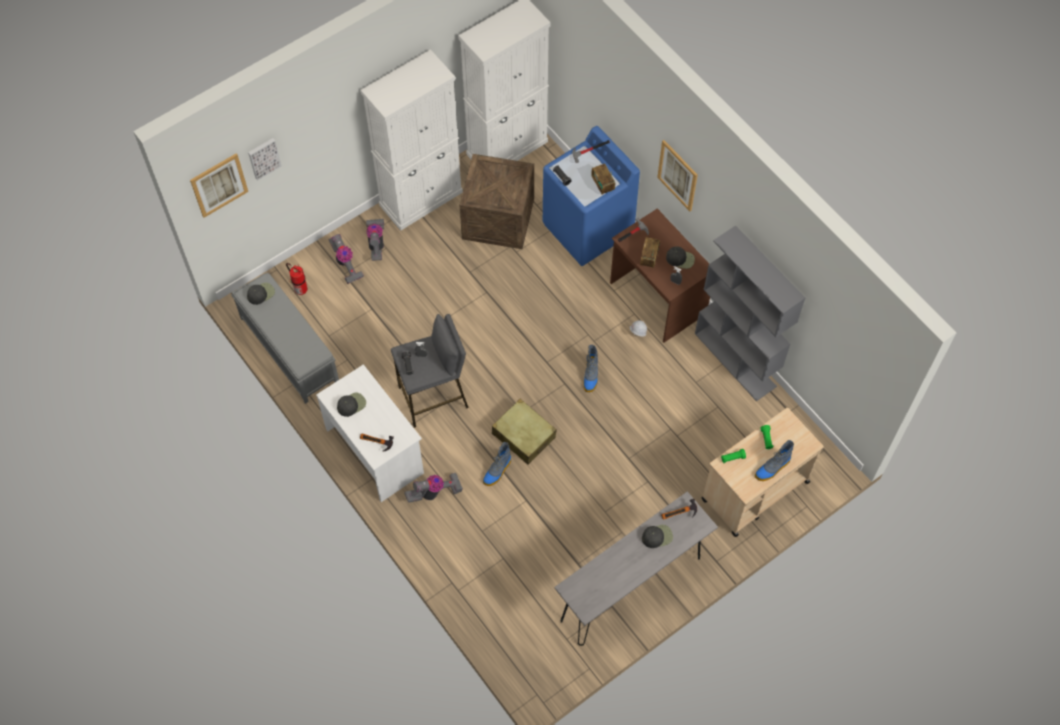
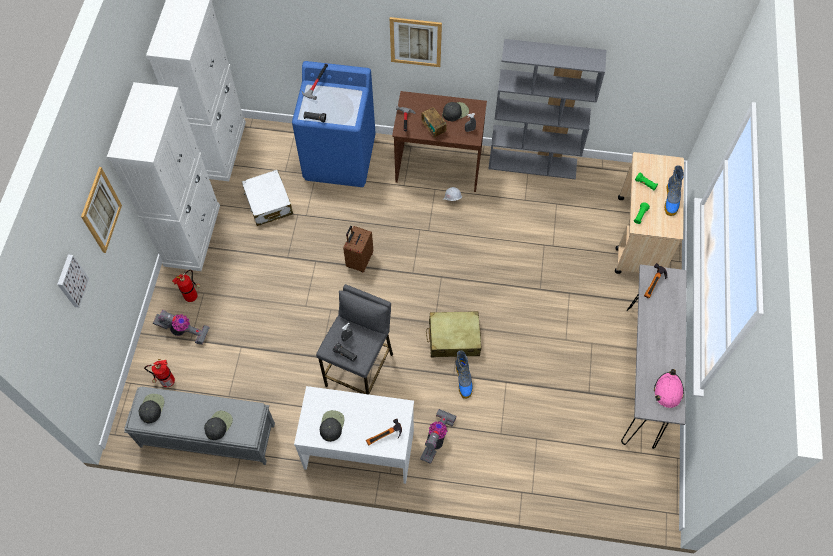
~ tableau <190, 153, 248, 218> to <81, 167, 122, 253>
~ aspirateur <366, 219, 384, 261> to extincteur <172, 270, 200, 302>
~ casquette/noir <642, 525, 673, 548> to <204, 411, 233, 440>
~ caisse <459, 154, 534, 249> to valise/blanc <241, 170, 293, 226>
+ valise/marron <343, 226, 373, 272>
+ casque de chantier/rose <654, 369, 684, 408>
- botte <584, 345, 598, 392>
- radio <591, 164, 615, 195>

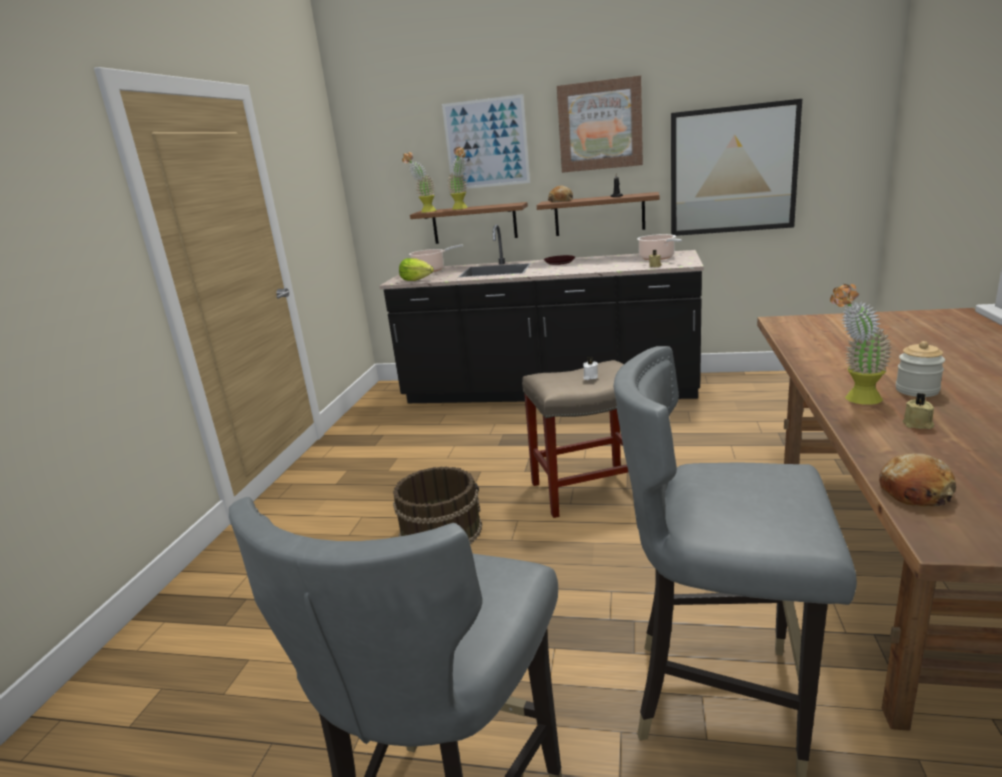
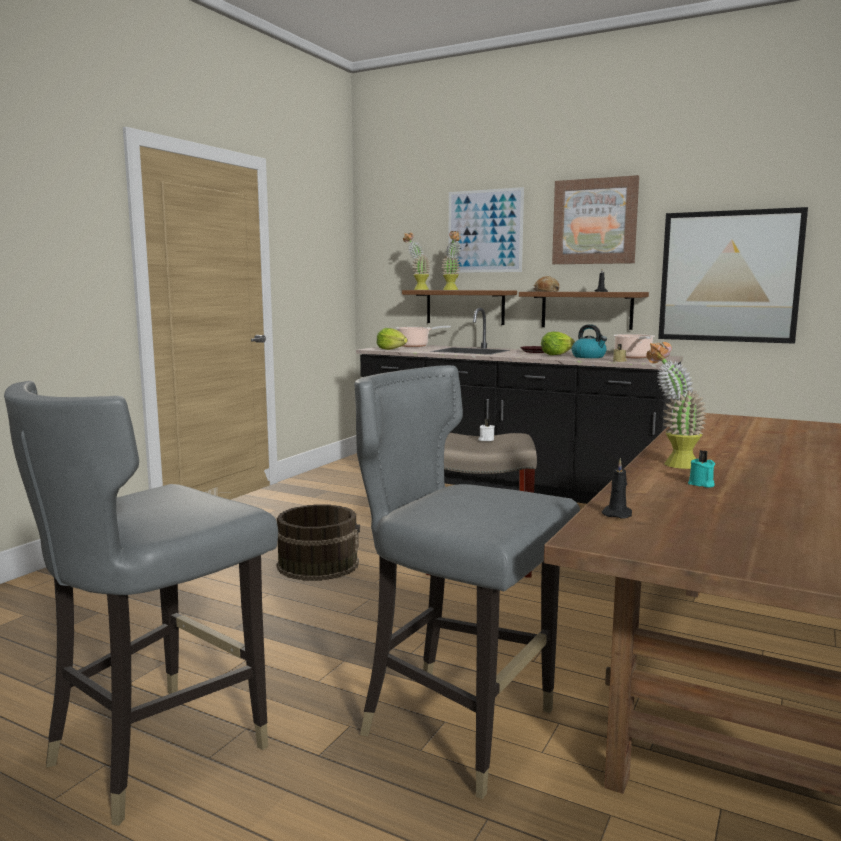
+ laitue <541, 332, 575, 355>
+ bouilloire <572, 324, 607, 358>
~ pain <879, 454, 956, 507> to bougie/noir <602, 458, 632, 519>
~ bougie/beige <903, 393, 935, 429> to bougie/turquoise <688, 450, 715, 488>
- bocal <896, 341, 945, 397>

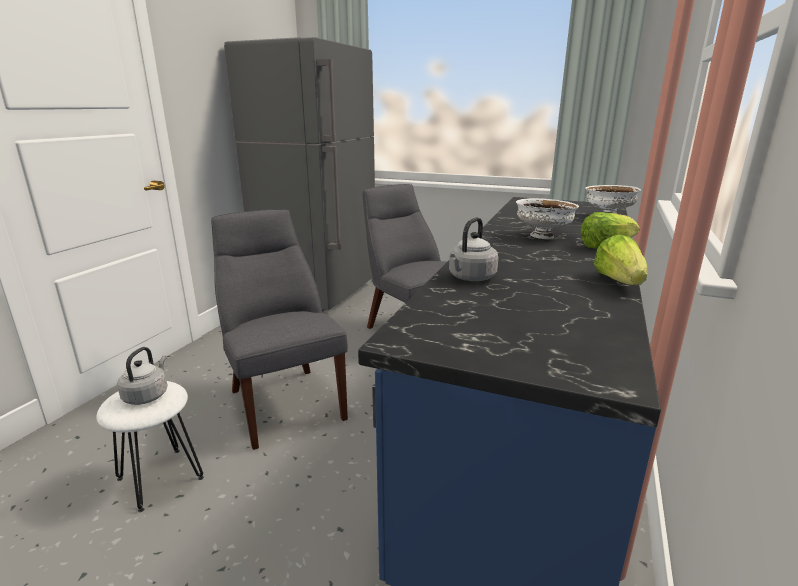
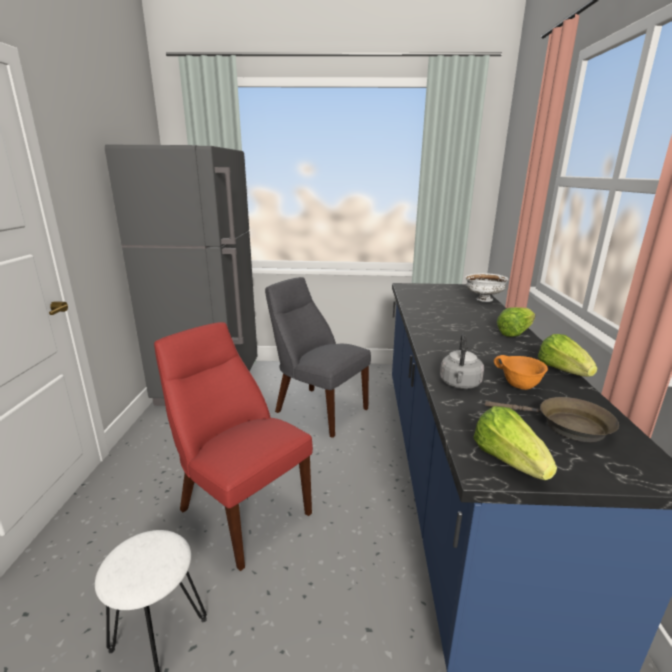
~ chaise/gris <211, 209, 348, 450> to chaise/rouge <154, 322, 313, 571>
+ laitue <473, 406, 557, 480>
+ poêle/marron <485, 397, 619, 442>
+ bol/orange <494, 355, 548, 390>
- bouilloire/gris <117, 347, 168, 405>
- bol/blanc <516, 198, 579, 239>

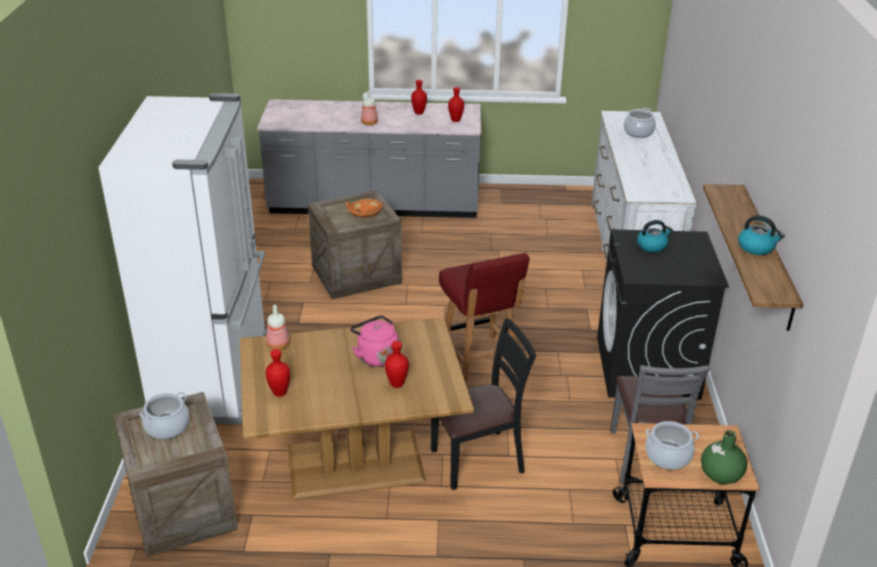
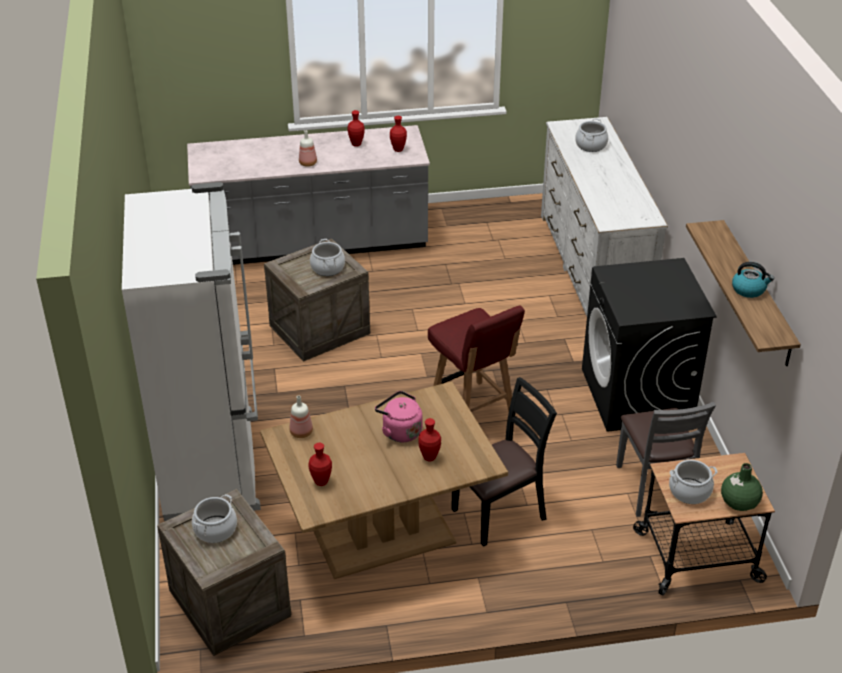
~ bol/orange <346, 199, 383, 217> to marmite <310, 239, 345, 276>
- bouilloire <637, 220, 673, 252>

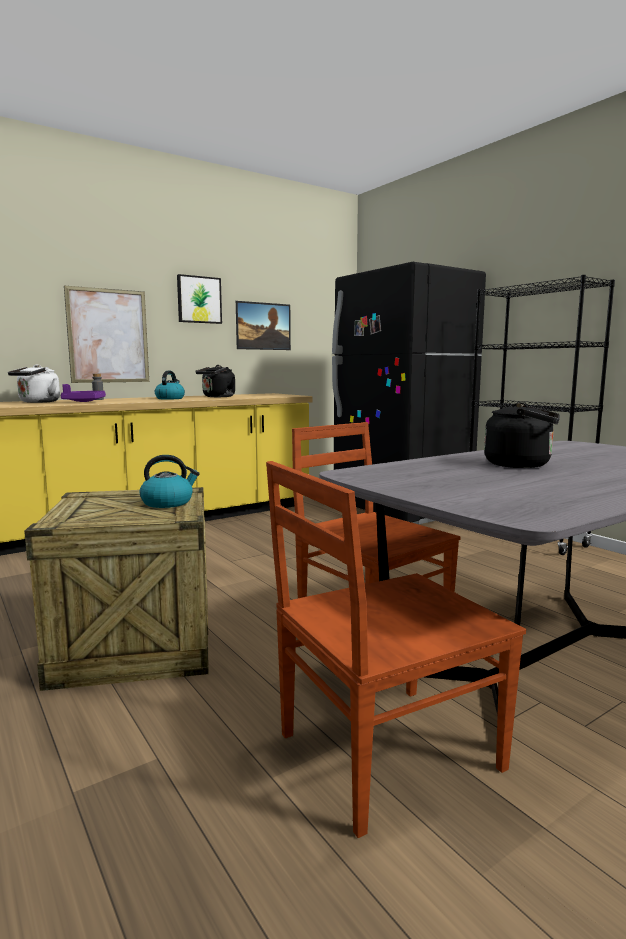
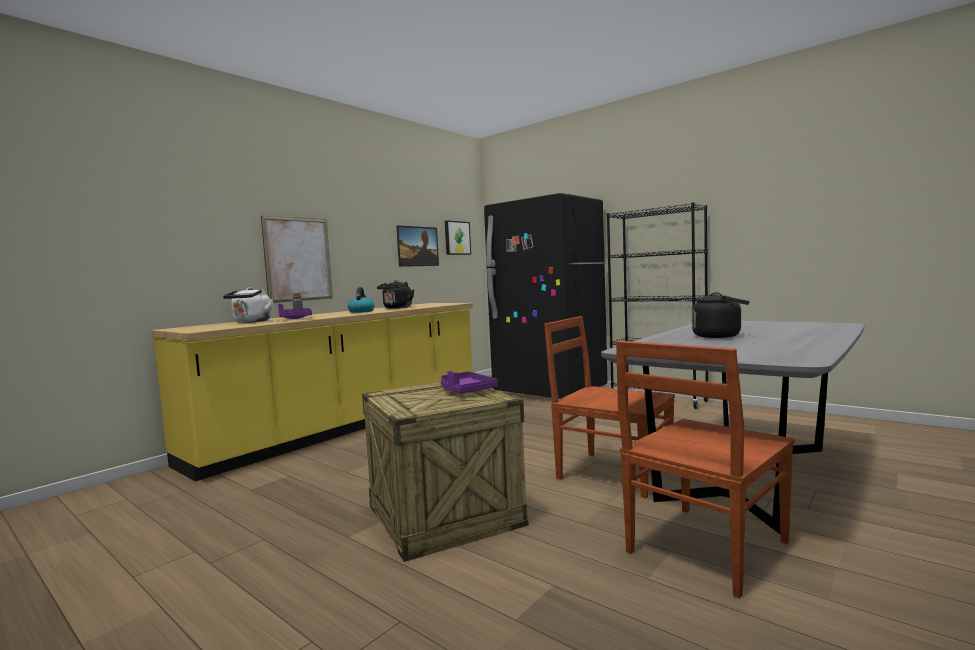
~ bouilloire <139, 455, 200, 508> to plateau/violet <440, 371, 498, 393>
~ tableau <177, 274, 222, 324> to <445, 221, 471, 255>

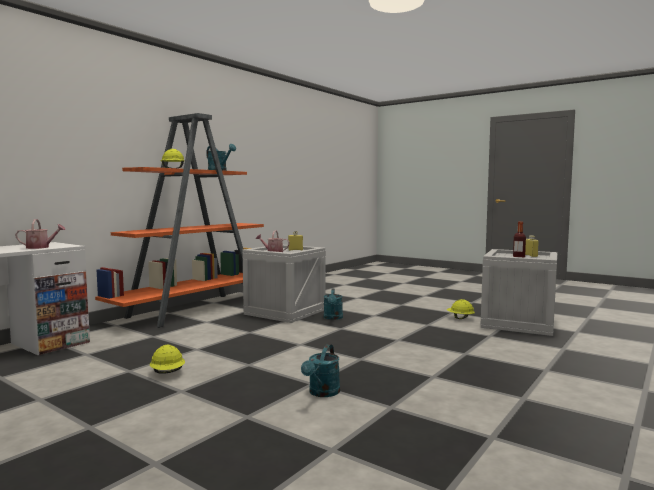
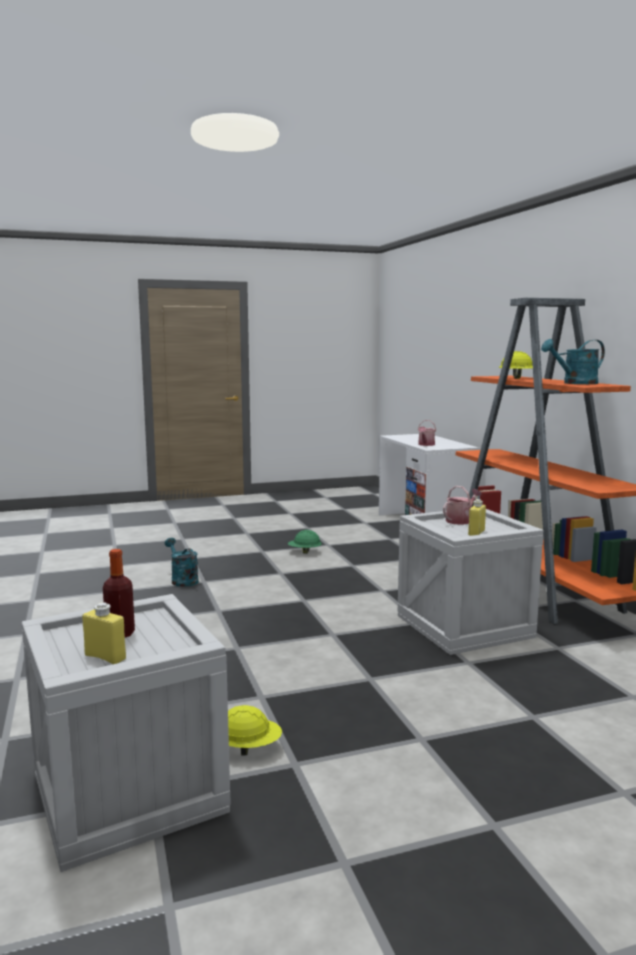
~ casque de chantier/jaune <150, 345, 185, 374> to casque de chantier/vert <288, 530, 322, 554>
- arrosoir/turquoise <324, 289, 343, 320>

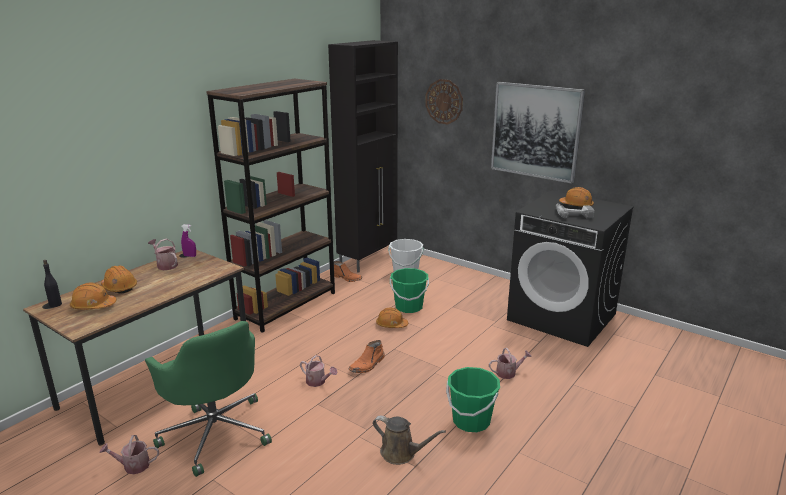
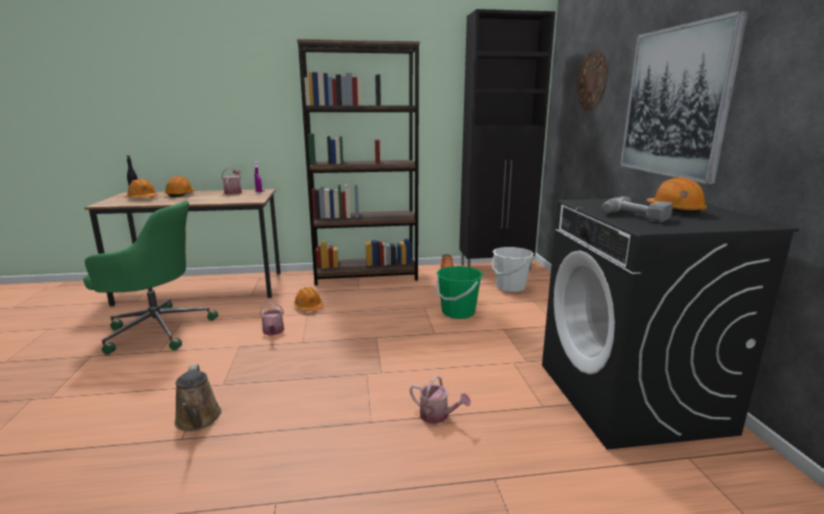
~ chaise de bureau/vert <145, 321, 272, 477> = <83, 201, 218, 355> 90 degrees counterclockwise
~ casque de chantier/orange <376, 308, 408, 328> to <294, 287, 323, 311>
- arrosoir <99, 435, 159, 474>
- botte/orange <349, 340, 385, 373>
- seau/vert <446, 367, 500, 432>

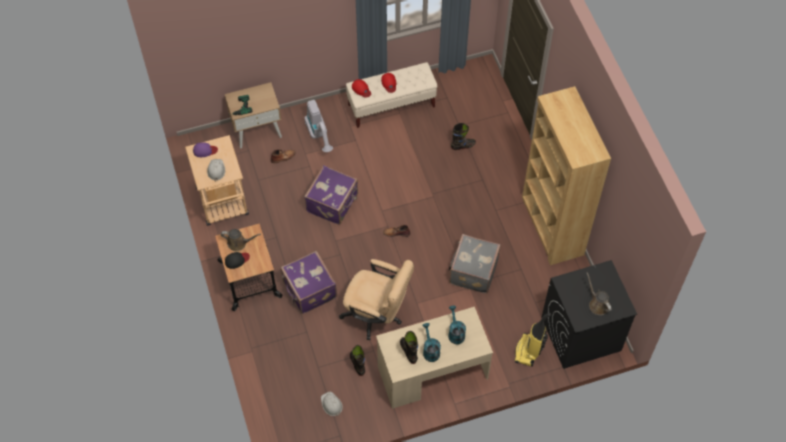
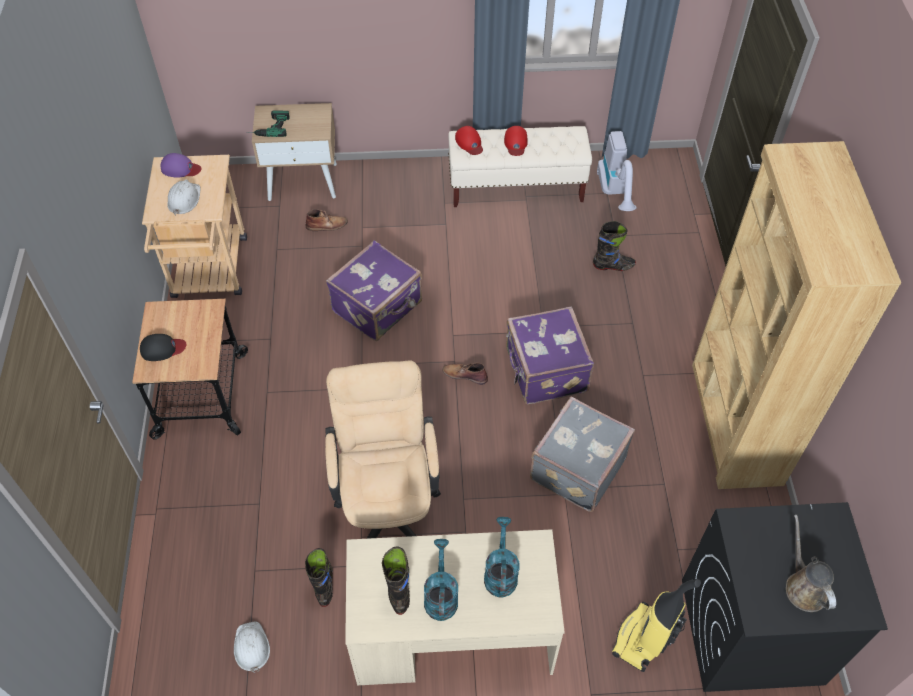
~ chaise de bureau/beige <339, 259, 414, 340> = <325, 360, 441, 539> 135 degrees counterclockwise
~ valise/violet <280, 251, 337, 314> to <506, 306, 594, 404>
~ aspirateur <305, 100, 333, 152> to <597, 131, 636, 211>
- arrosoir/marron <221, 229, 261, 251>

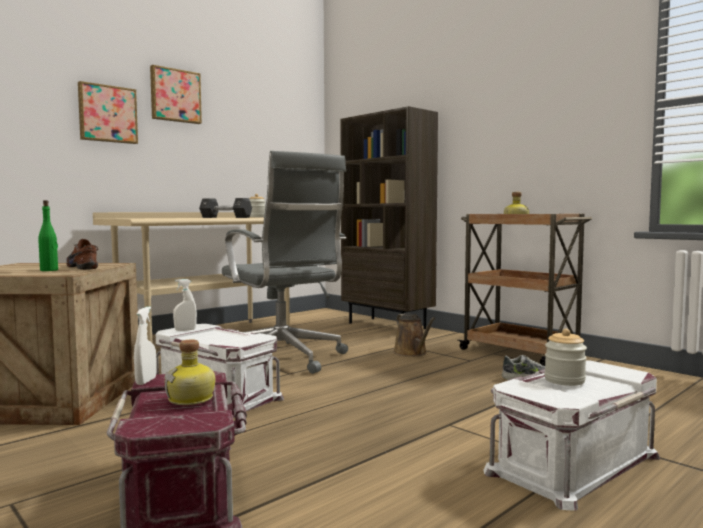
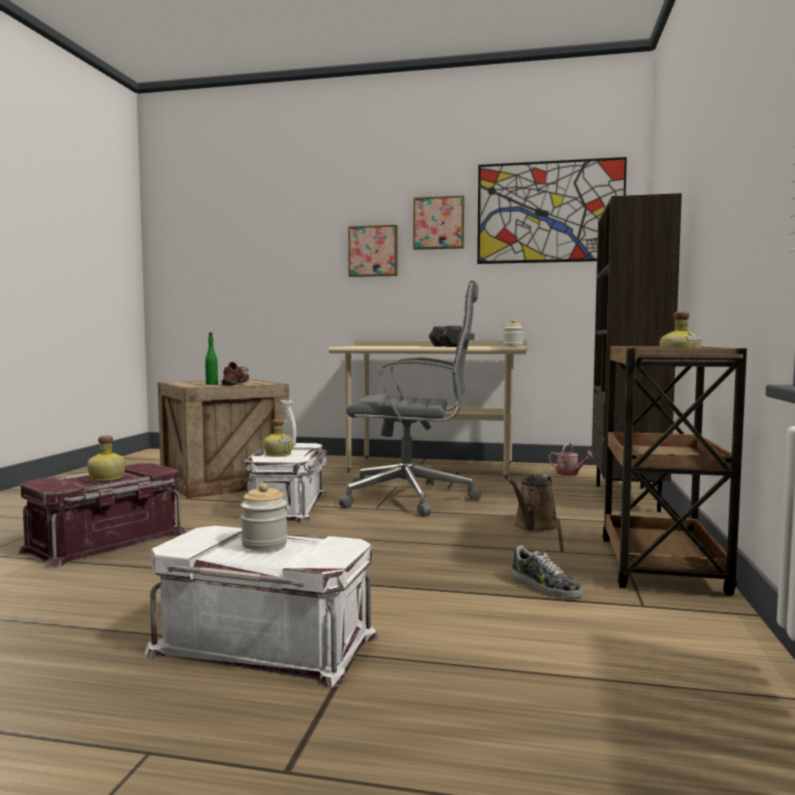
+ bouteille <264, 419, 293, 456>
~ chaise de bureau/gris <222, 151, 348, 374> = <339, 280, 481, 516> 105 degrees counterclockwise
+ tableau <477, 157, 627, 264>
+ arrosoir <549, 442, 593, 476>
- vaporisateur/blanc <134, 307, 157, 385>

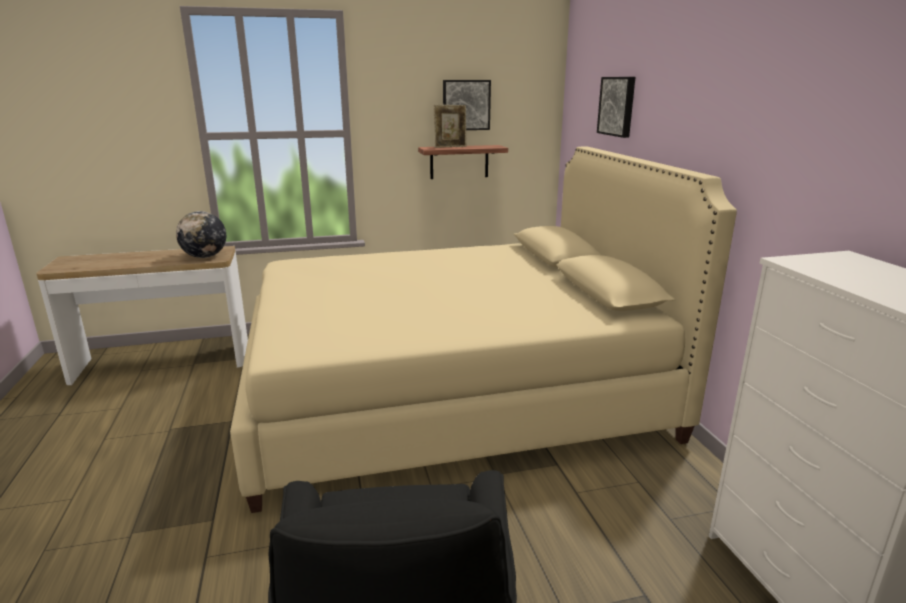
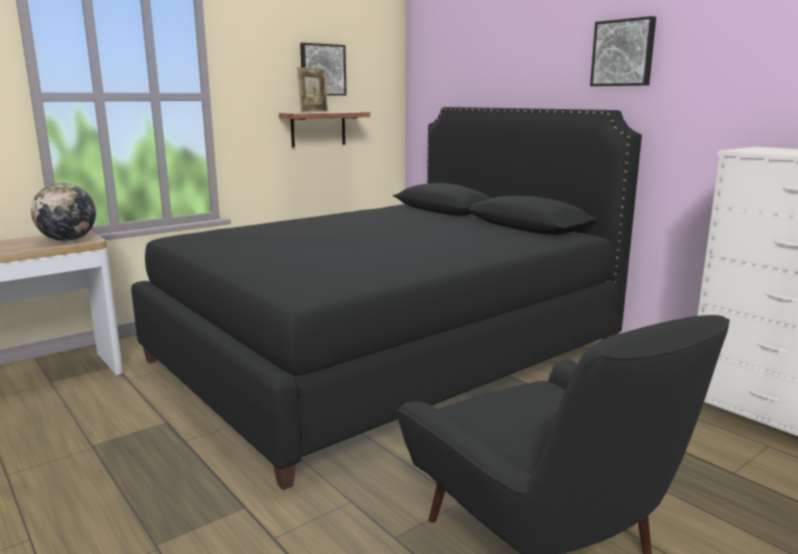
~ lit/beige <230, 146, 737, 513> to lit/noir <131, 107, 642, 490>
~ tableau <597, 77, 635, 138> to <590, 16, 656, 86>

